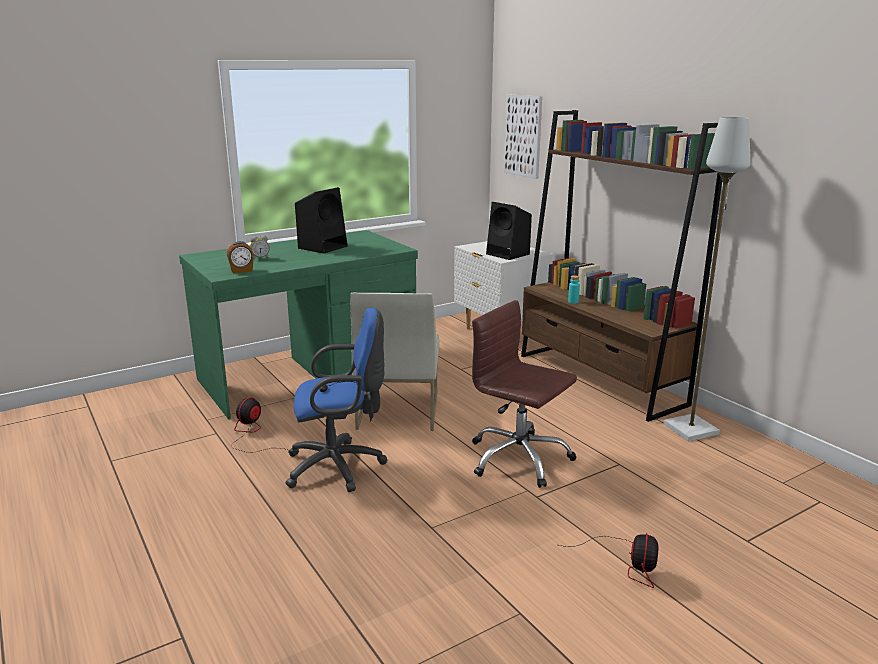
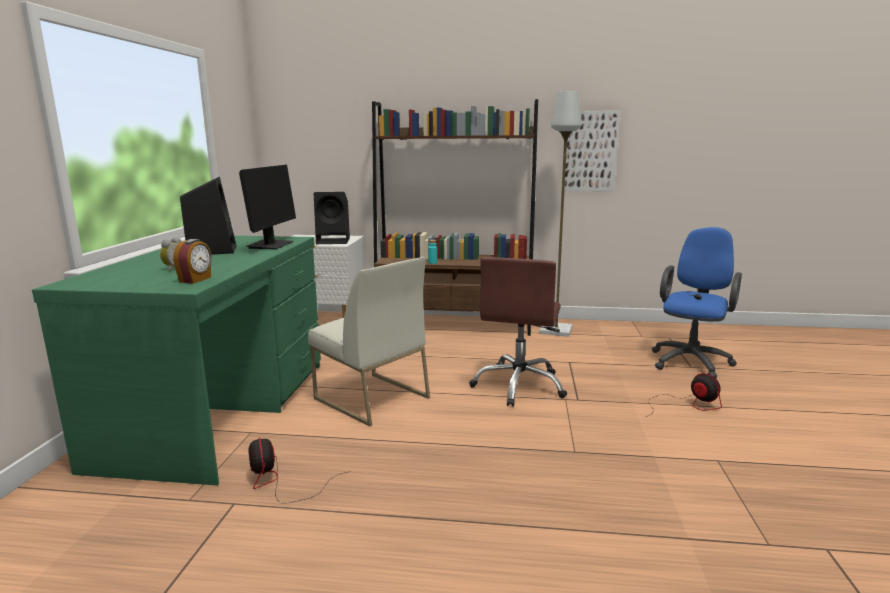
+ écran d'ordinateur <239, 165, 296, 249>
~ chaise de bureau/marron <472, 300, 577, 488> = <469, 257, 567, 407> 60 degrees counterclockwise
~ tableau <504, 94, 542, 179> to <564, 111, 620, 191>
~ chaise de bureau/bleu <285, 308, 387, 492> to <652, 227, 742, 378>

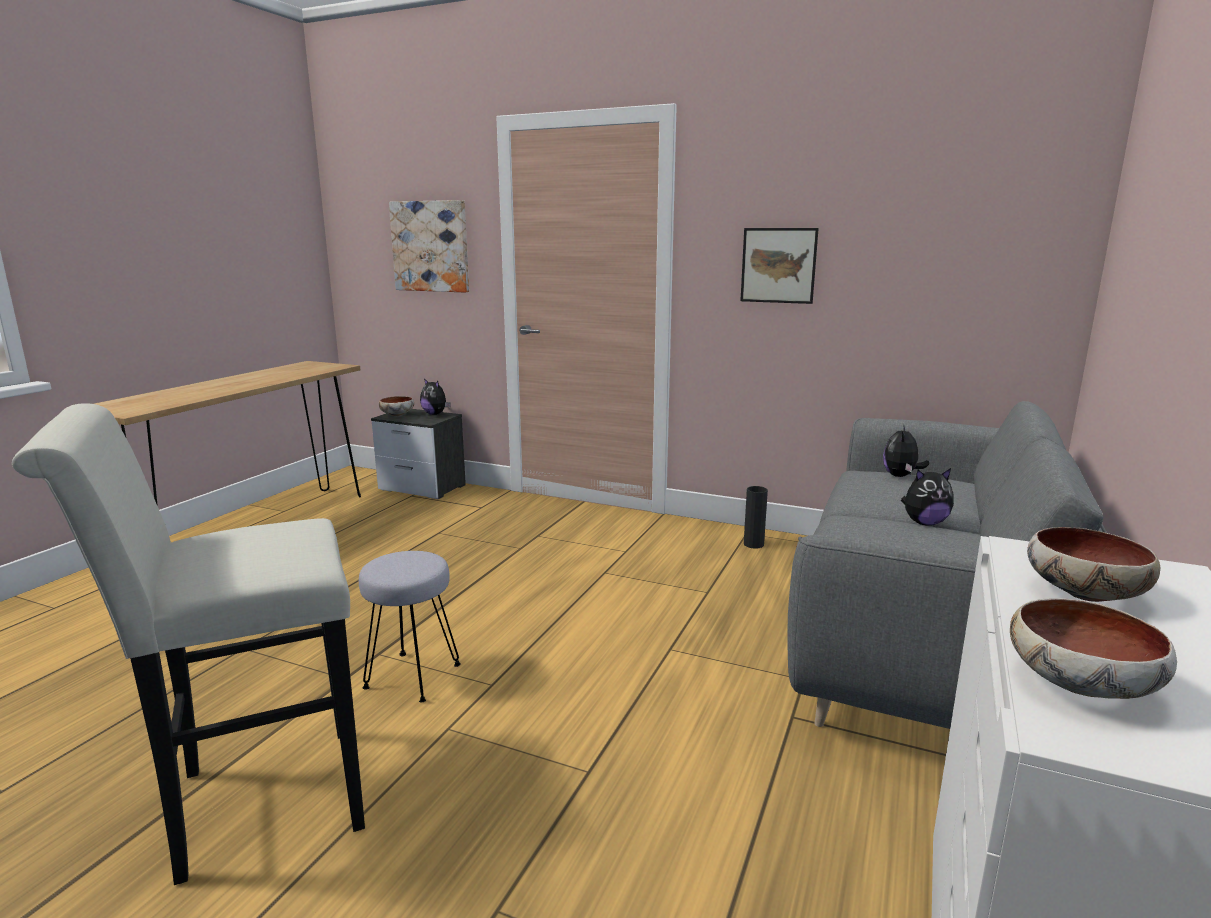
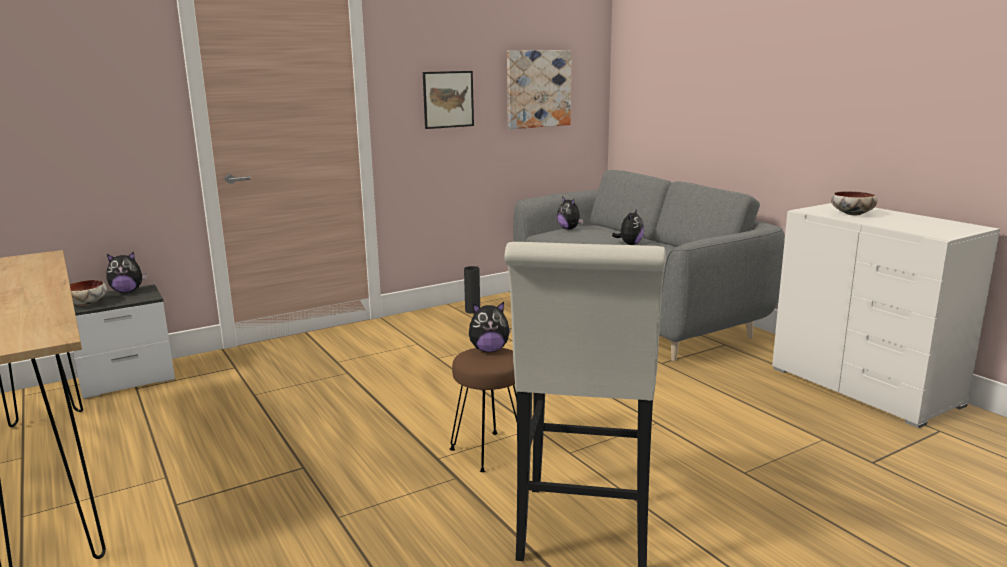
~ tabouret/gris <359, 551, 461, 702> to tabouret/marron <450, 348, 517, 472>
+ peluche <469, 302, 511, 352>
~ tableau <389, 200, 469, 293> to <507, 50, 572, 129>
- bol <1010, 598, 1177, 699>

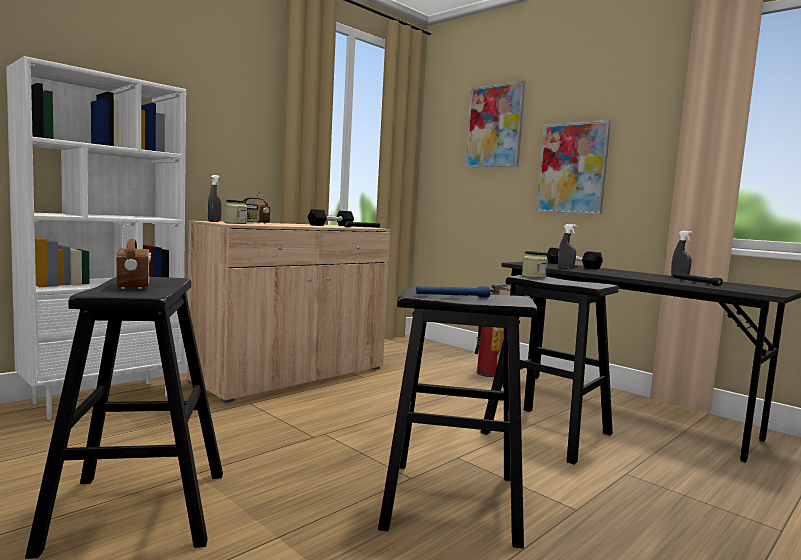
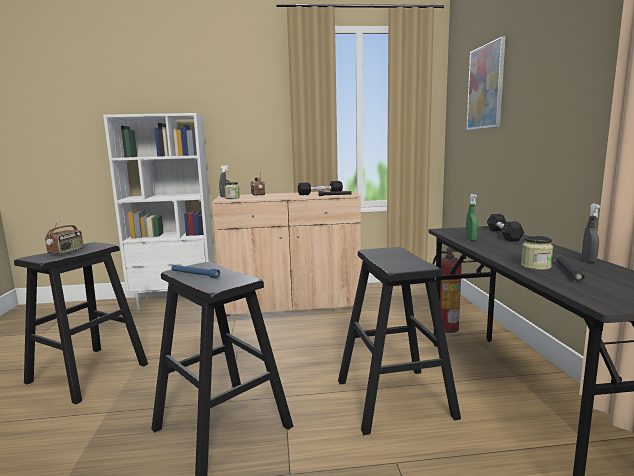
~ vaporisateur/gris <558, 224, 577, 269> to vaporisateur/vert <466, 194, 478, 241>
~ bocal <522, 251, 547, 278> to <521, 236, 553, 270>
- tableau <536, 120, 611, 215>

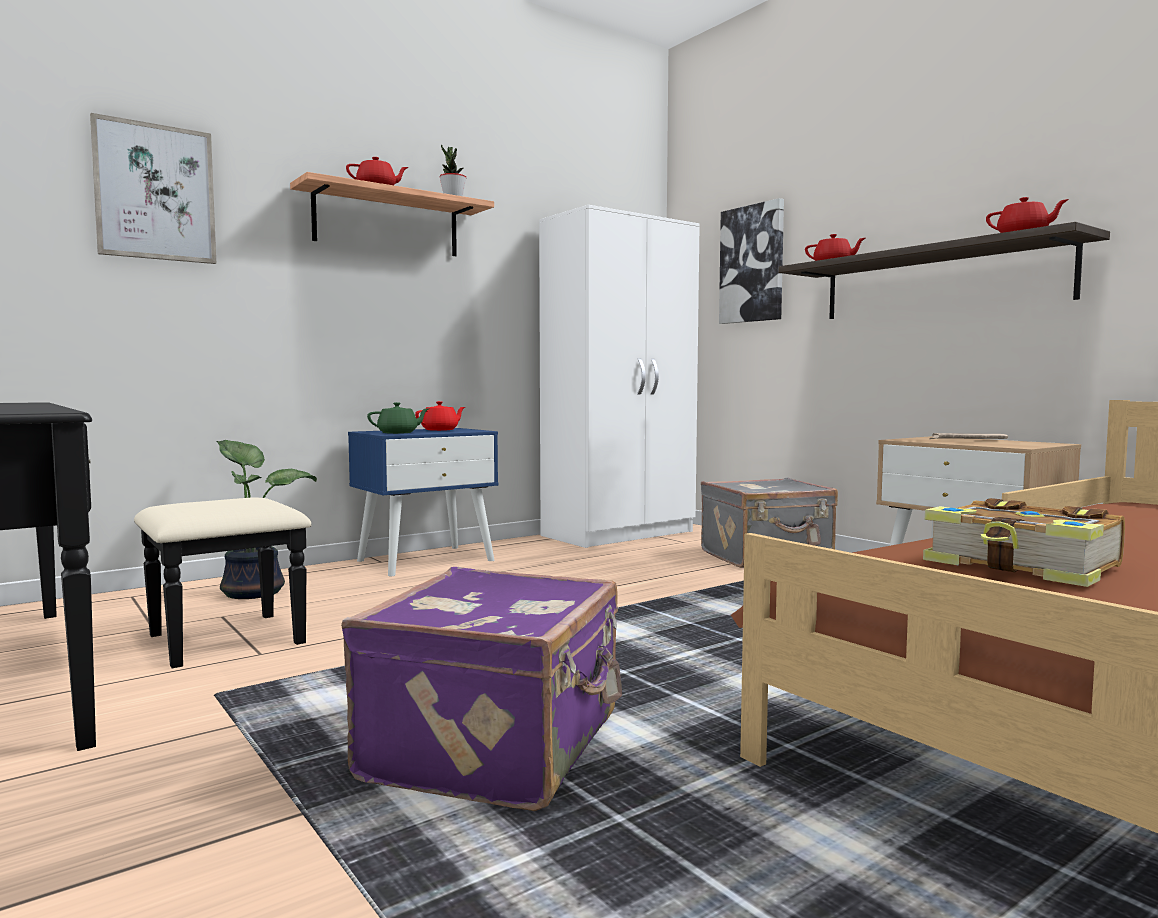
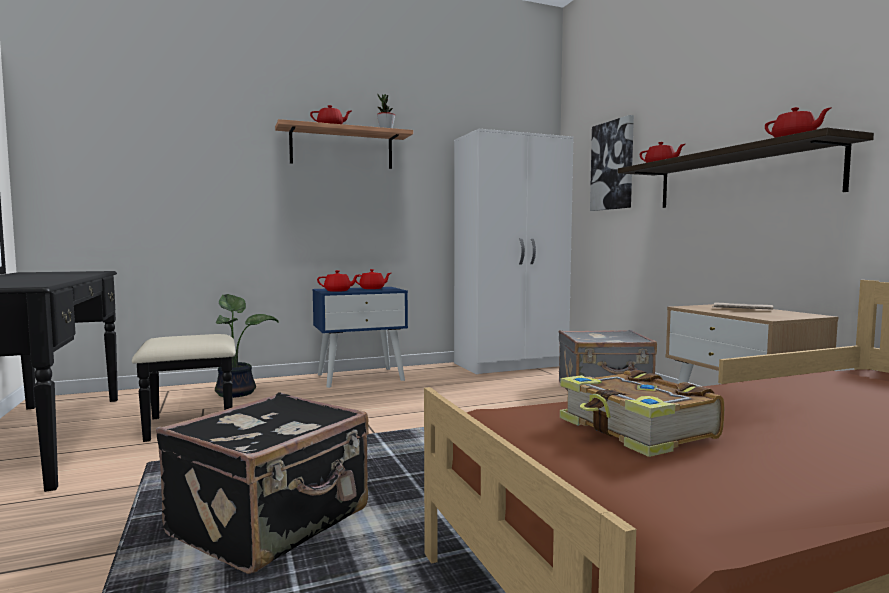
~ valise/violet <341, 567, 622, 811> to valise/noir <156, 393, 369, 574>
~ théière/vert <367, 402, 429, 434> to théière/rouge <317, 270, 359, 292>
- tableau <90, 113, 216, 264>

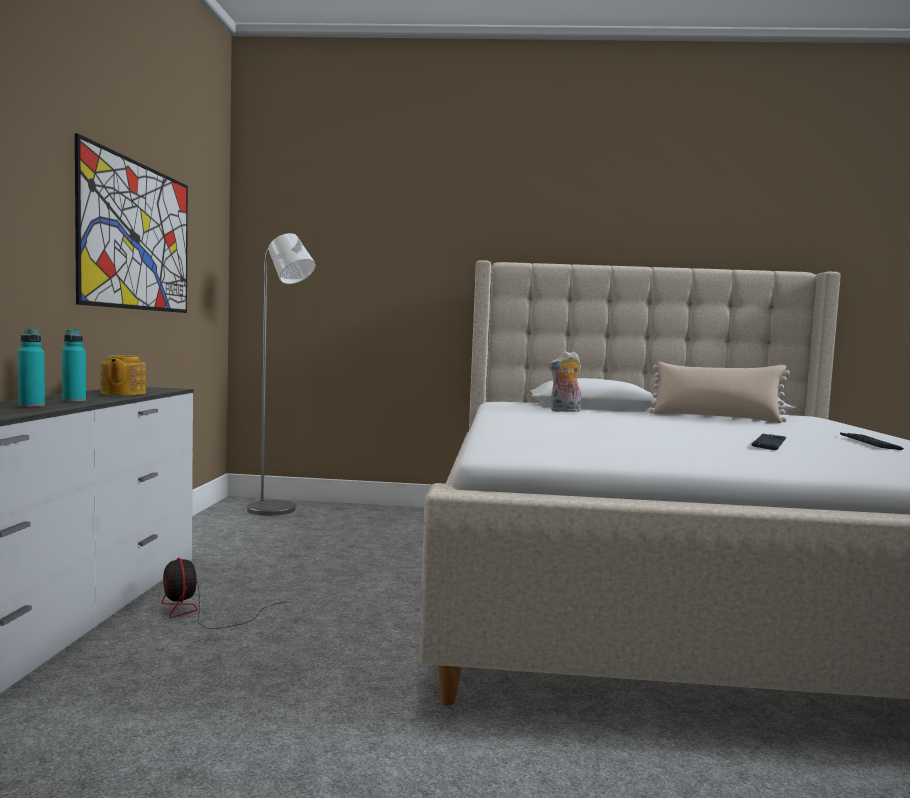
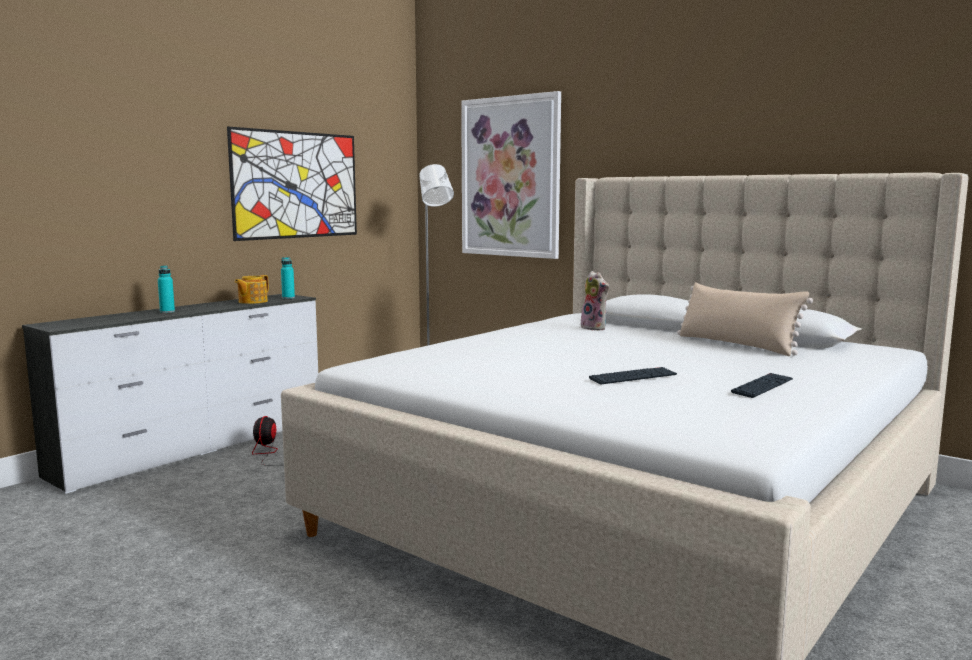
~ bouteille/turquoise <62, 329, 86, 402> to <281, 257, 295, 299>
+ tableau <461, 91, 561, 259>
~ peluche <548, 351, 581, 412> = <581, 271, 609, 330> 150 degrees counterclockwise

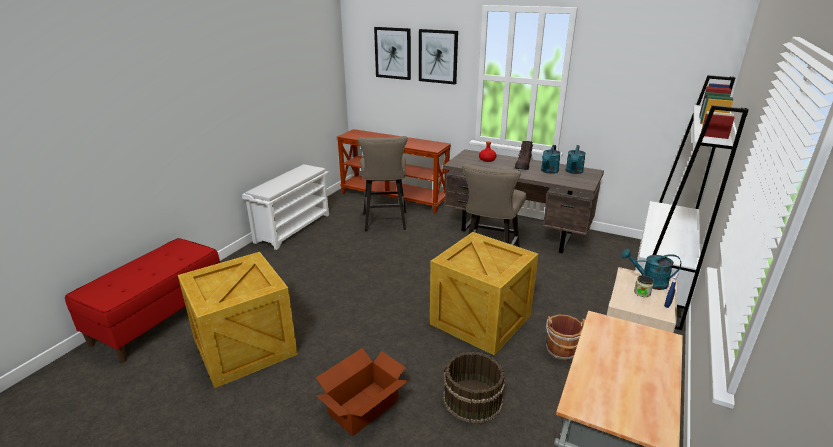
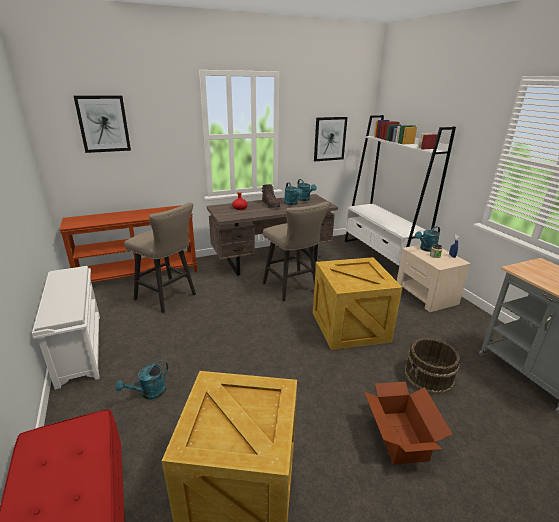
+ arrosoir/turquoise <116, 360, 168, 399>
~ tableau <419, 29, 458, 84> to <314, 117, 348, 161>
- seau/marron <546, 314, 585, 360>

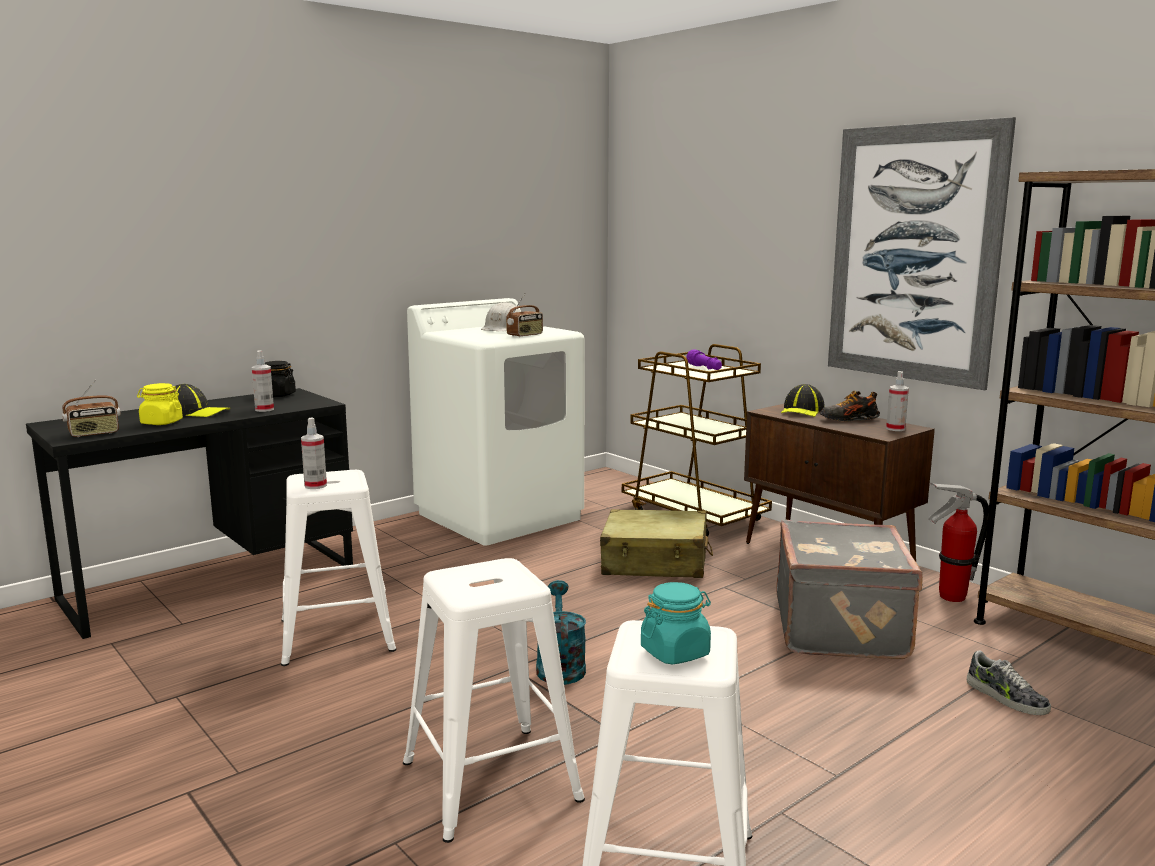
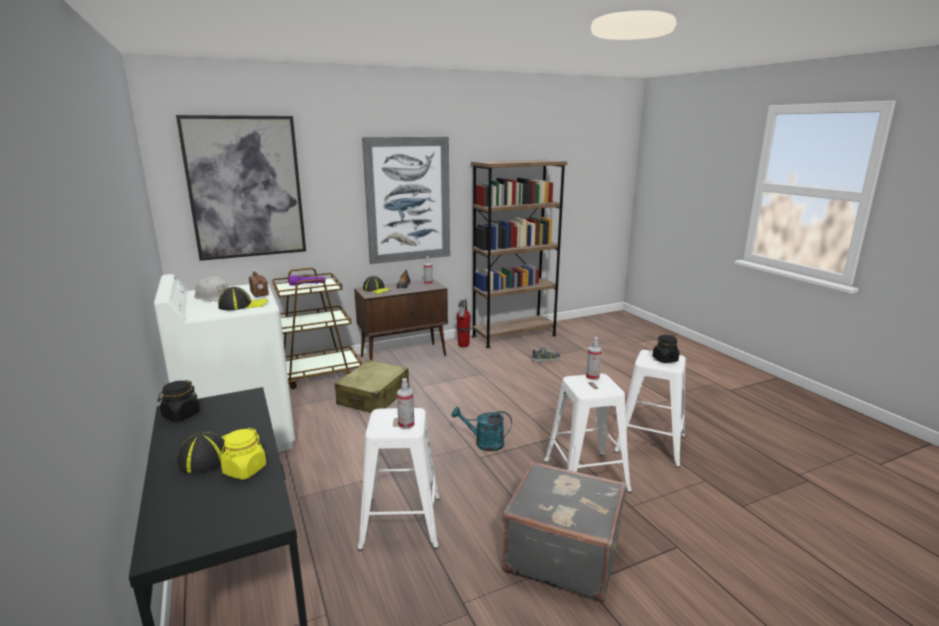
+ tableau <176, 115, 306, 261>
+ casquette <218, 287, 268, 310>
~ valise/gris <776, 520, 923, 659> to <503, 461, 626, 602>
~ vaporisateur <252, 350, 274, 412> to <586, 337, 602, 380>
~ bocal/turquoise <641, 582, 711, 664> to bocal/noir <652, 335, 679, 363>
- radio <62, 380, 121, 437>

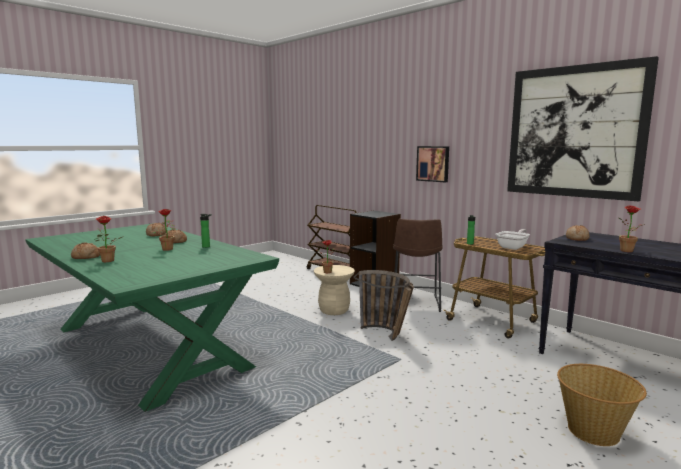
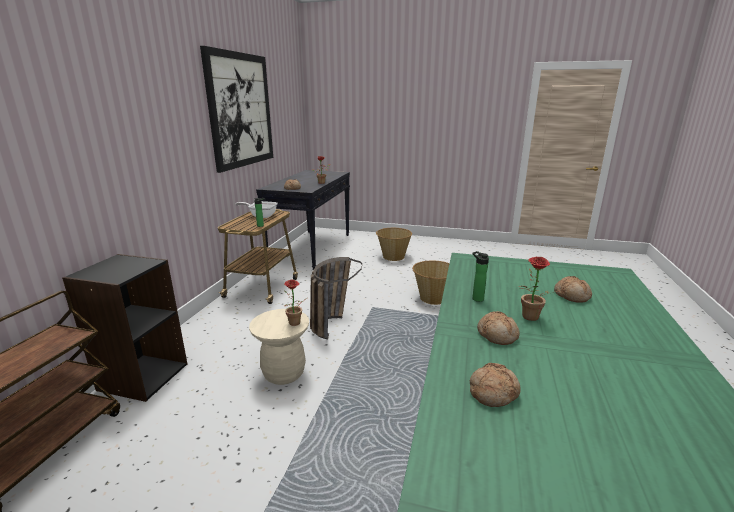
+ panier <412, 260, 450, 305>
~ pain <71, 243, 100, 259> to <554, 276, 592, 303>
- plante en pot <94, 216, 122, 262>
- tabouret/marron <393, 219, 443, 312>
- tableau <416, 146, 449, 183>

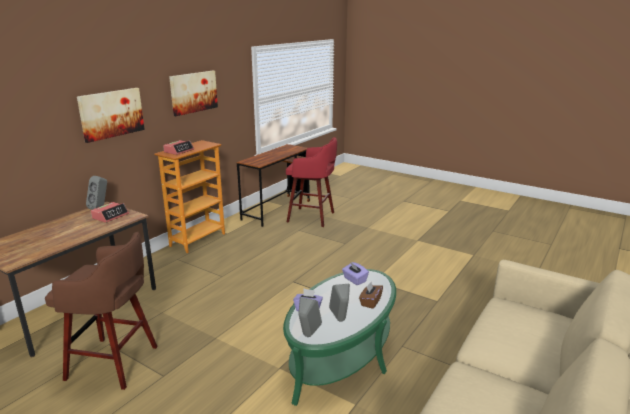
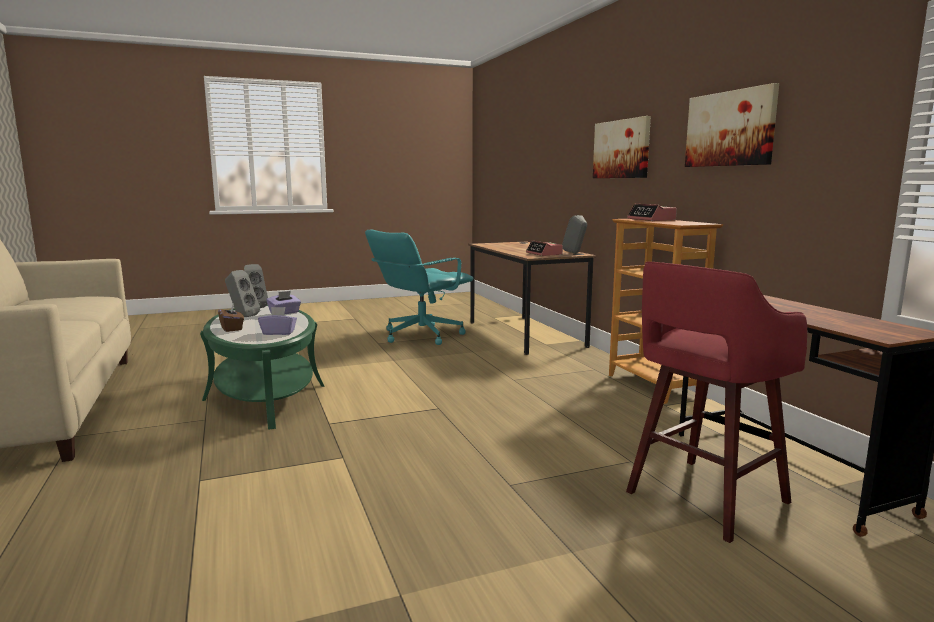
~ tabouret/marron <45, 232, 158, 390> to chaise de bureau/turquoise <365, 230, 473, 345>

